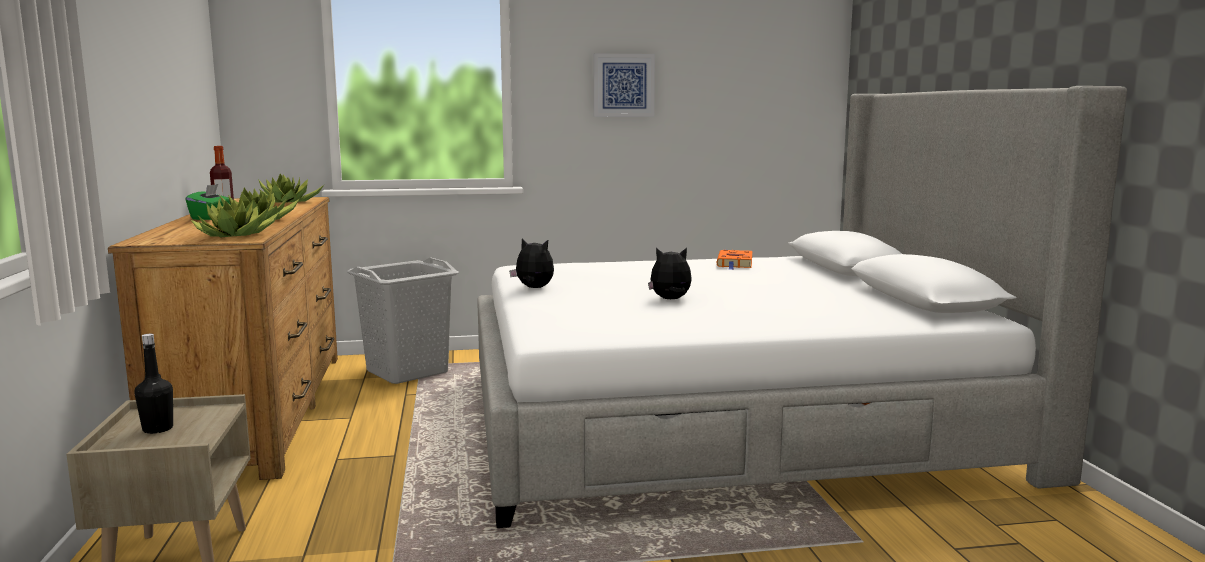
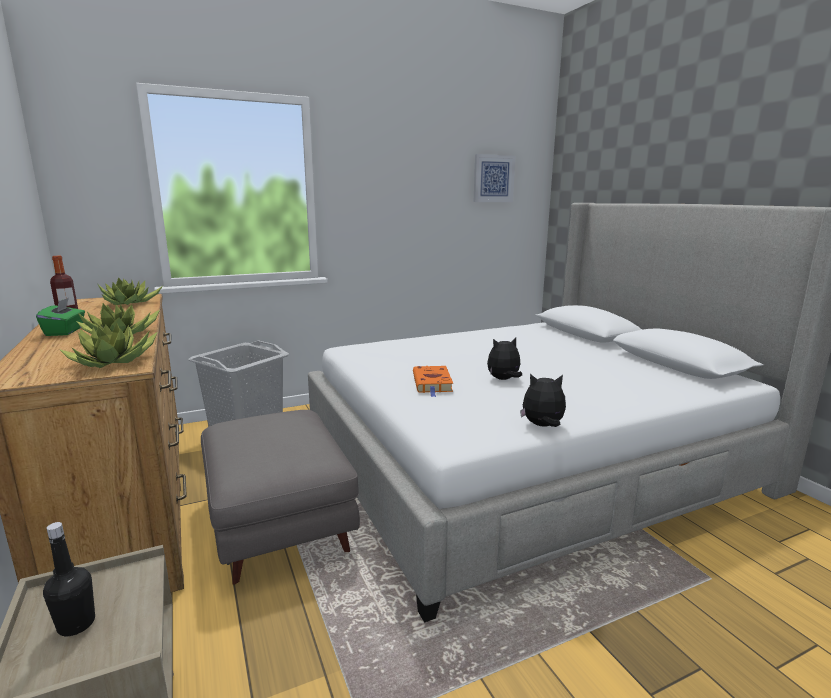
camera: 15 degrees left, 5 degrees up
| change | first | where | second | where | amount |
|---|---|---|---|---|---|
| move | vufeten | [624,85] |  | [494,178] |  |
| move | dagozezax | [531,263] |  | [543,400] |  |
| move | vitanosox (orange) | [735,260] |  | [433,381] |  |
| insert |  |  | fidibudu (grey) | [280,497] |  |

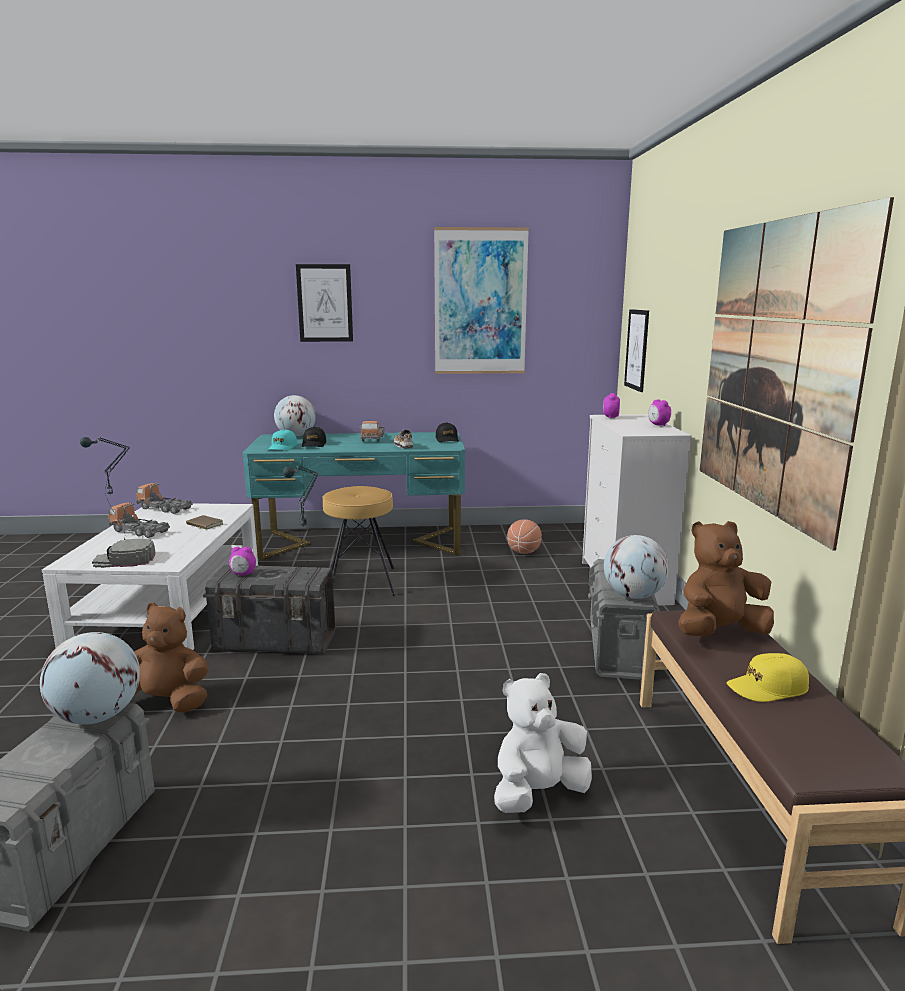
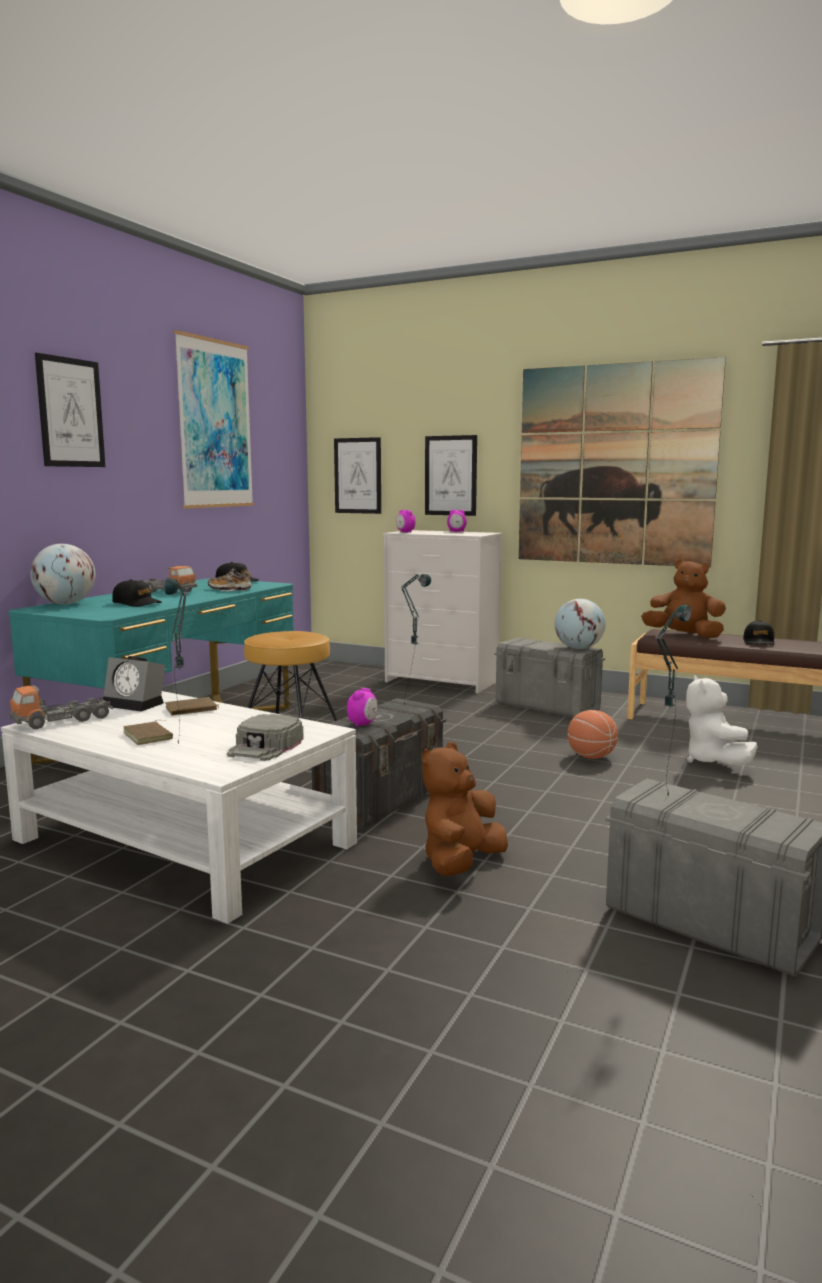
camera: 60 degrees left, 5 degrees down
| change | first | where | second | where | amount |
|---|---|---|---|---|---|
| delete | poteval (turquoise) | [282,440] |  |  |  |
| replace | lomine | [139,520] | vitanosox (brown) | [148,732] |  |
| move | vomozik | [524,536] |  | [593,734] |  |
| rotate | dagozezax (brown) | [726,579] |  | [683,598] | 105 degrees clockwise |
| replace | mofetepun | [90,678] | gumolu | [673,701] |  |
| recolor | poteval (yellow) | [768,677] | poteval (black) | [759,633] |  |
| insert |  |  | vufeten | [451,475] |  |
| insert |  |  | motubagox | [134,684] |  |

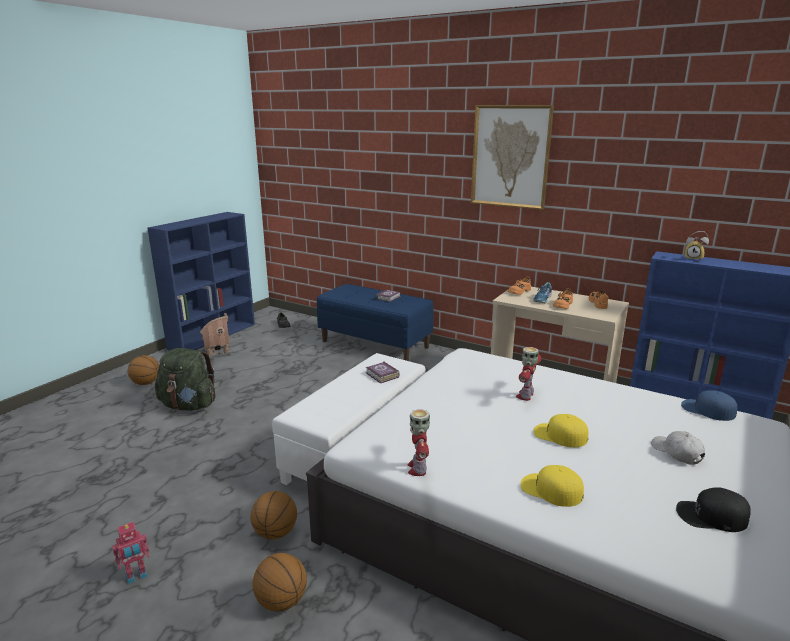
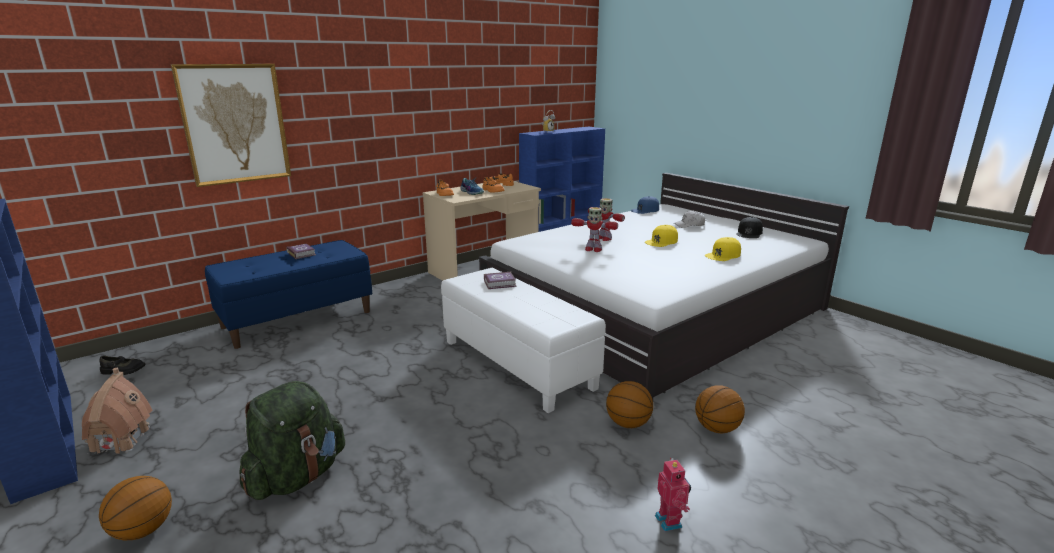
camera: 70 degrees left, 0 degrees up
| change | first | where | second | where | amount |
|---|---|---|---|---|---|
| move | vufeten | [512,157] |  | [231,125] |  |
| move | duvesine | [419,442] |  | [594,229] |  |

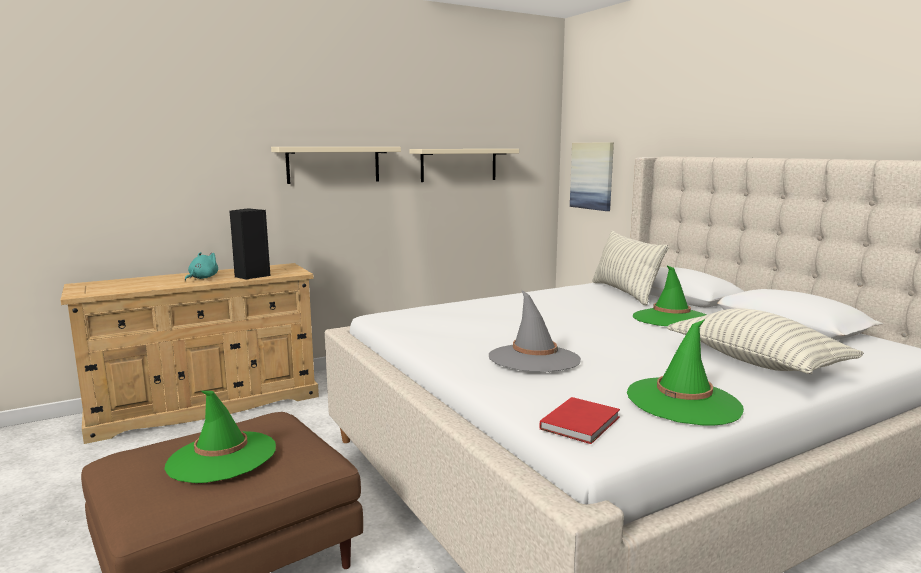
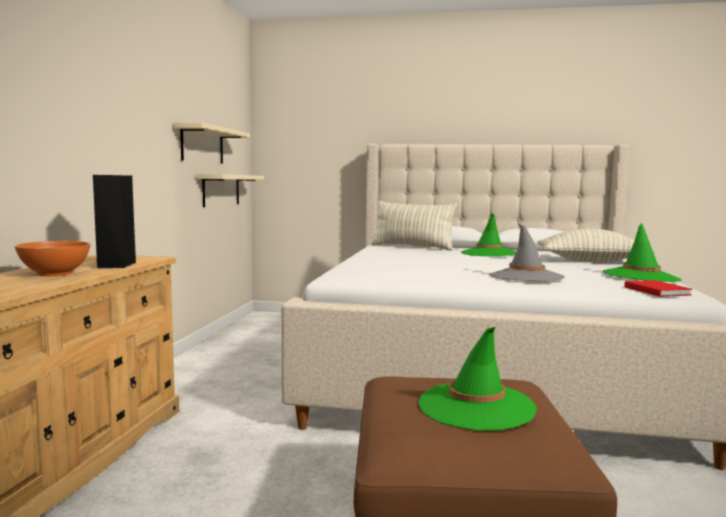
camera: 50 degrees left, 5 degrees down
| change | first | where | second | where | amount |
|---|---|---|---|---|---|
| delete | vufeten | [592,176] |  |  |  |
| move | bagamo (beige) | [336,165] |  | [230,190] |  |
| replace | dagozezax (turquoise) | [201,266] | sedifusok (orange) | [53,258] |  |

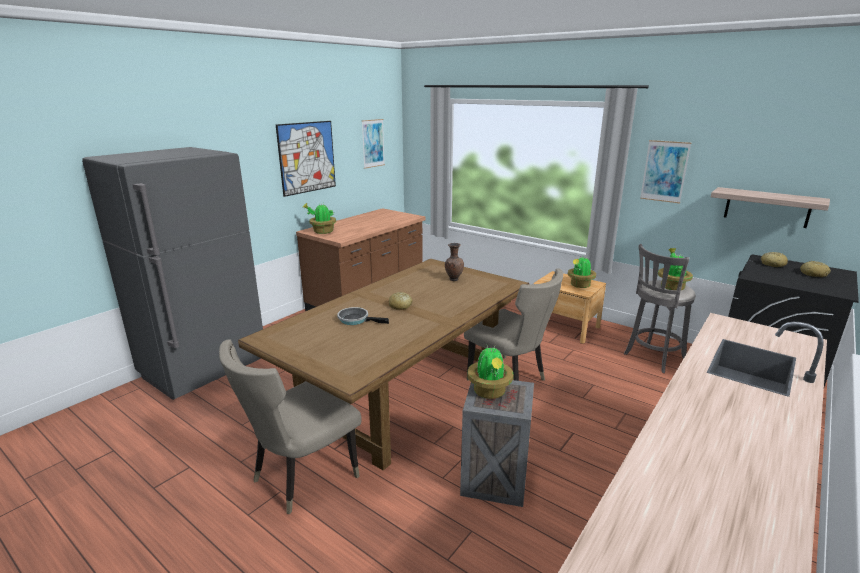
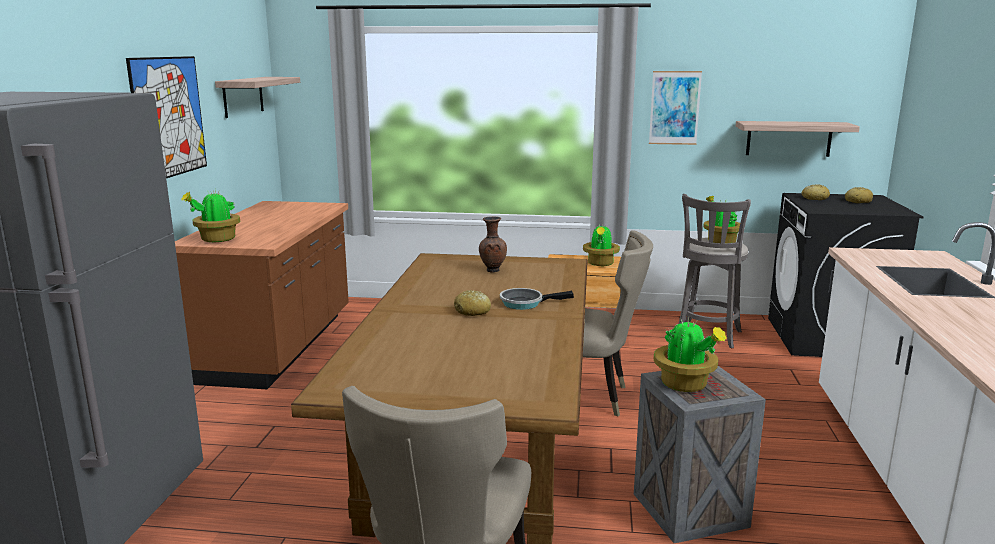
camera: 30 degrees left, 5 degrees down
| change | first | where | second | where | amount |
|---|---|---|---|---|---|
| replace | vufeten | [373,144] | bagamo | [257,97] |  |
| move | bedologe | [363,316] |  | [537,299] |  |

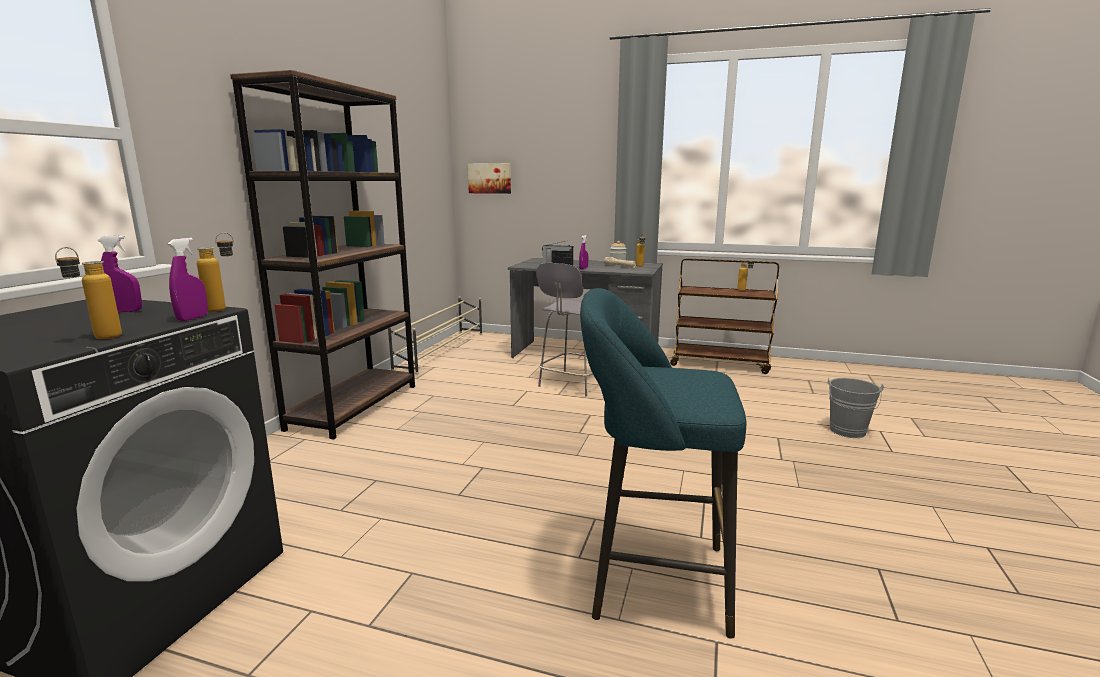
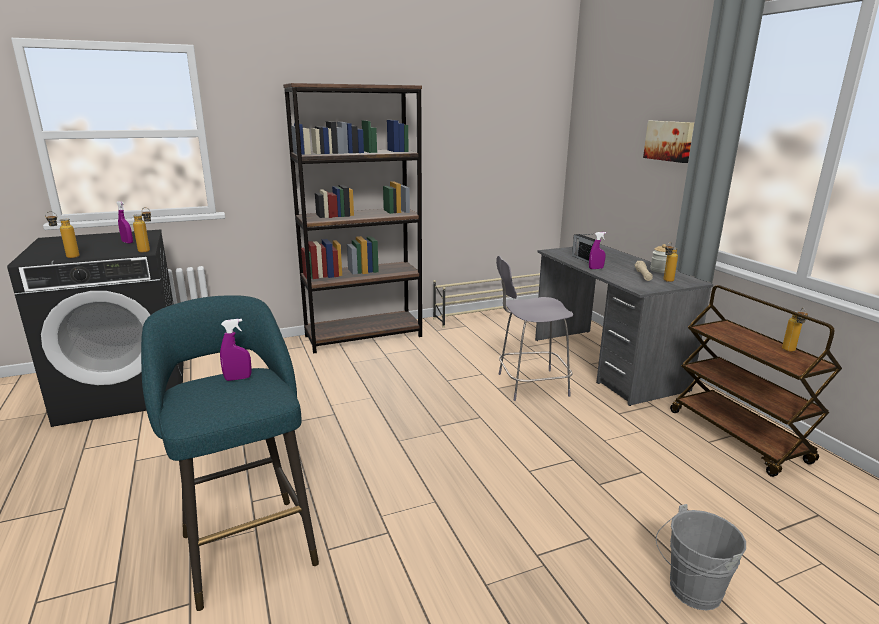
camera: 50 degrees right, 5 degrees up
| change | first | where | second | where | amount |
|---|---|---|---|---|---|
| move | vufeten | [489,178] |  | [668,142] |  |
| move | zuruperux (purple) | [188,279] |  | [235,350] |  |

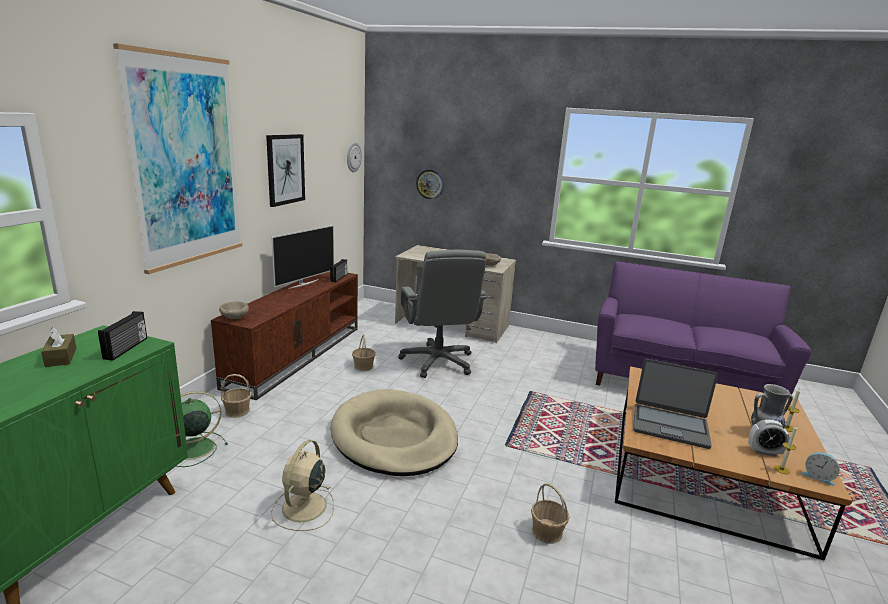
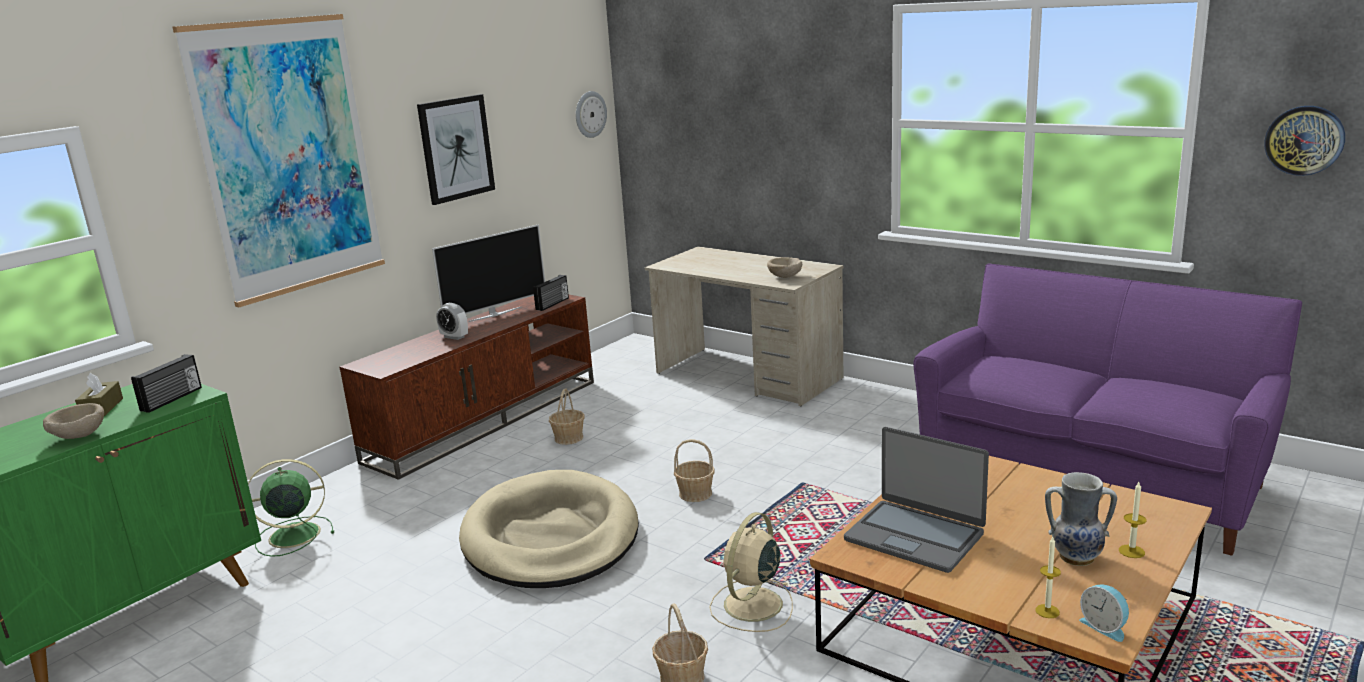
camera: 20 degrees right, 0 degrees up
| change | first | where | second | where | amount |
|---|---|---|---|---|---|
| move | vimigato | [430,184] |  | [1305,141] |  |
| delete | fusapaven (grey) | [442,314] |  |  |  |
| move | sedifusok (beige) | [234,310] |  | [73,421] |  |
| move | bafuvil | [236,396] |  | [694,470] |  |
| move | motubagox | [769,438] |  | [452,321] |  |
| move | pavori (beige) | [302,485] |  | [751,572] |  |

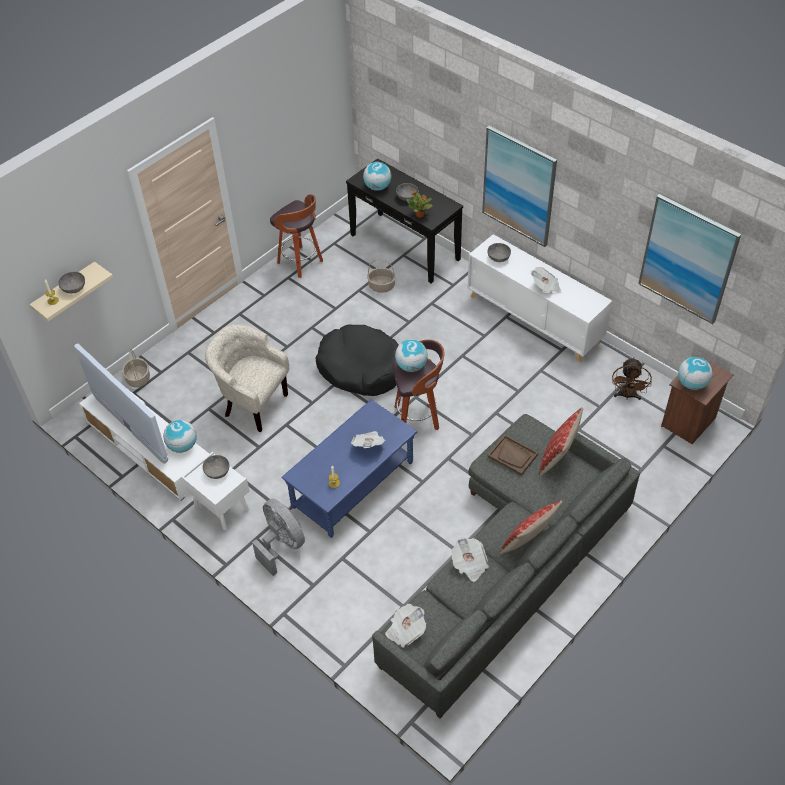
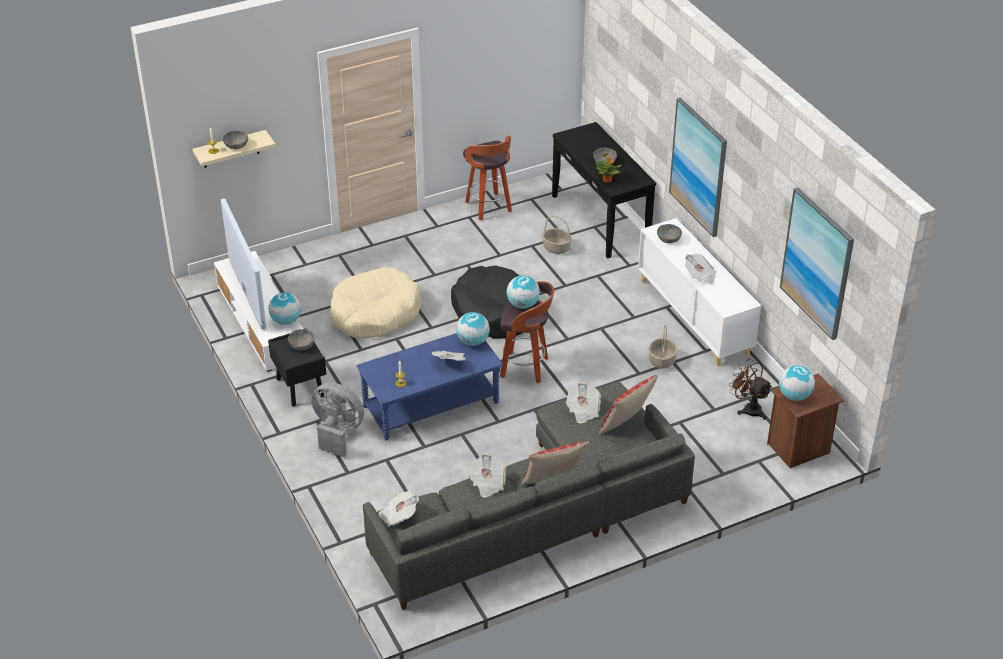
camera: 20 degrees right, 10 degrees down
| change | first | where | second | where | amount |
|---|---|---|---|---|---|
| move | mofetepun | [377,176] |  | [473,329] |  |
| replace | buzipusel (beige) | [247,378] | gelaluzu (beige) | [376,302] |  |
| move | bafuvil | [136,368] |  | [663,347] |  |
| rotate | pavori (brown) | [632,378] |  | [750,389] | 105 degrees clockwise |
| replace | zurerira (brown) | [512,455] | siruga | [583,403] |  |
| recolor | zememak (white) | [216,490] | zememak (black) | [297,367] |  |
| rotate | pavori (grey) | [278,537] |  | [338,419] | 45 degrees counterclockwise |

